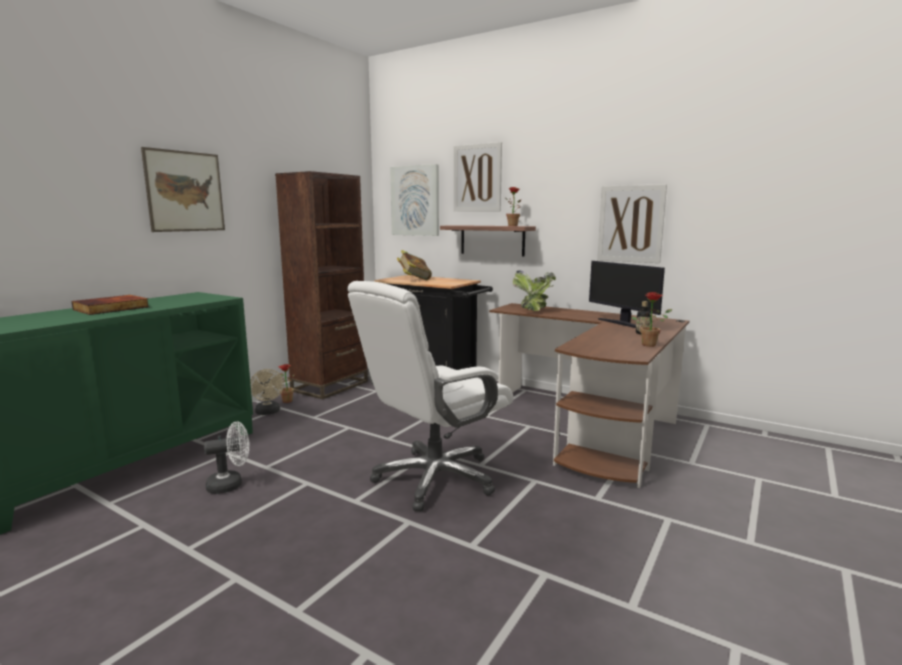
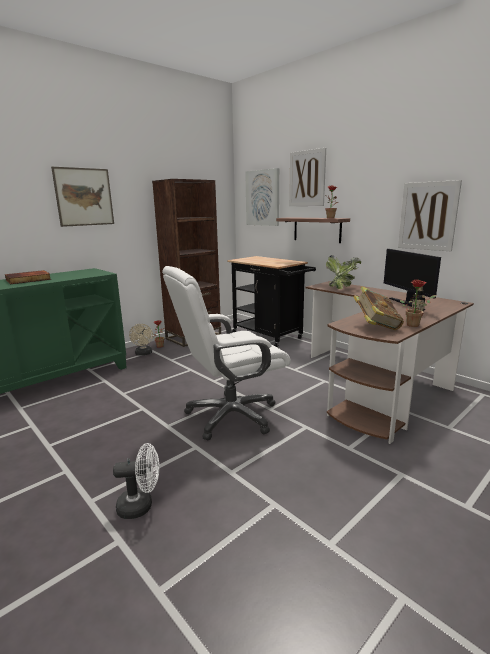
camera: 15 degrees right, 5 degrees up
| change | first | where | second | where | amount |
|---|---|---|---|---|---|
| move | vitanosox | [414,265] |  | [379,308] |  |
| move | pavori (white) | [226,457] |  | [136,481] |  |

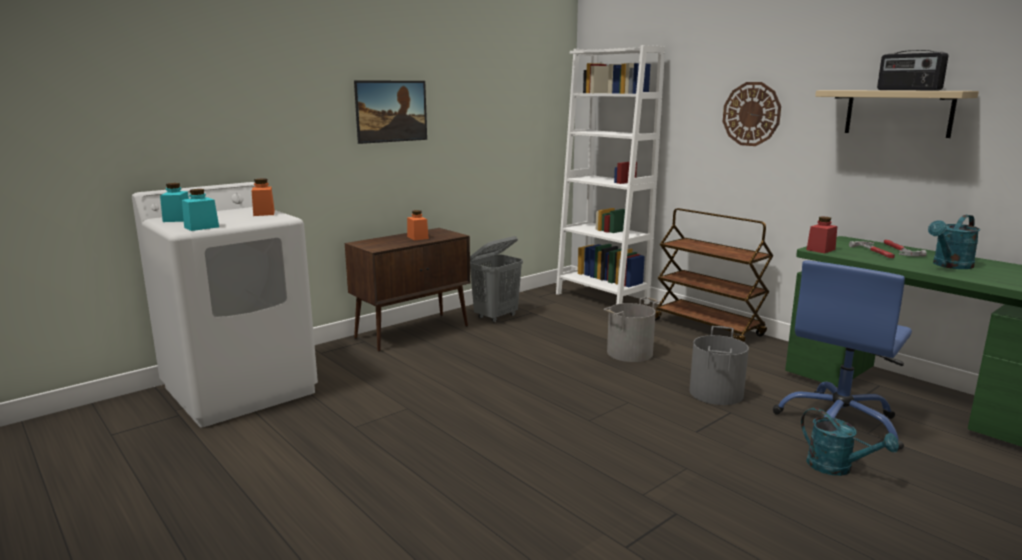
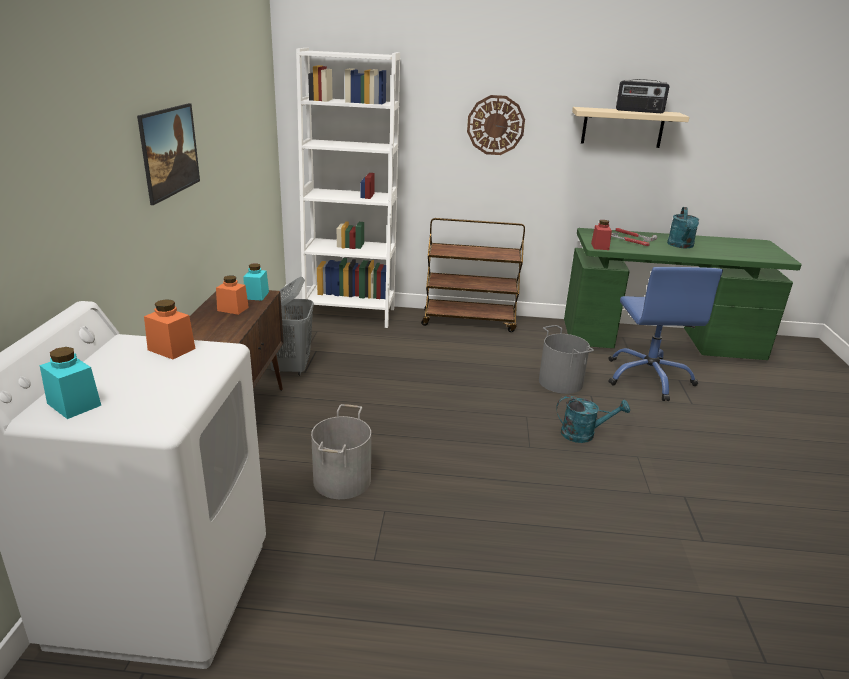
camera: 45 degrees left, 10 degrees up
| change | first | where | second | where | amount |
|---|---|---|---|---|---|
| move | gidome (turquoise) | [200,210] |  | [256,282] |  |
| move | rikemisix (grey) | [632,329] |  | [341,451] |  |
| move | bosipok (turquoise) | [850,442] |  | [593,419] |  |

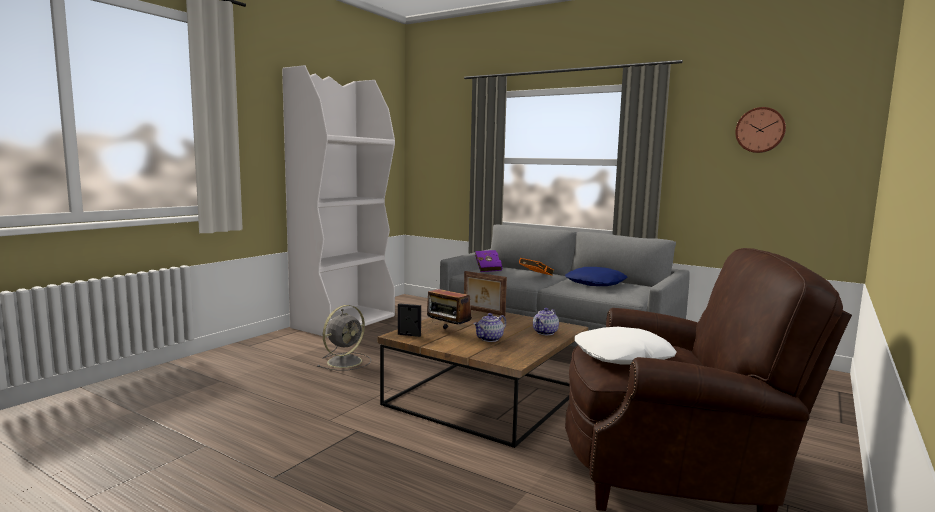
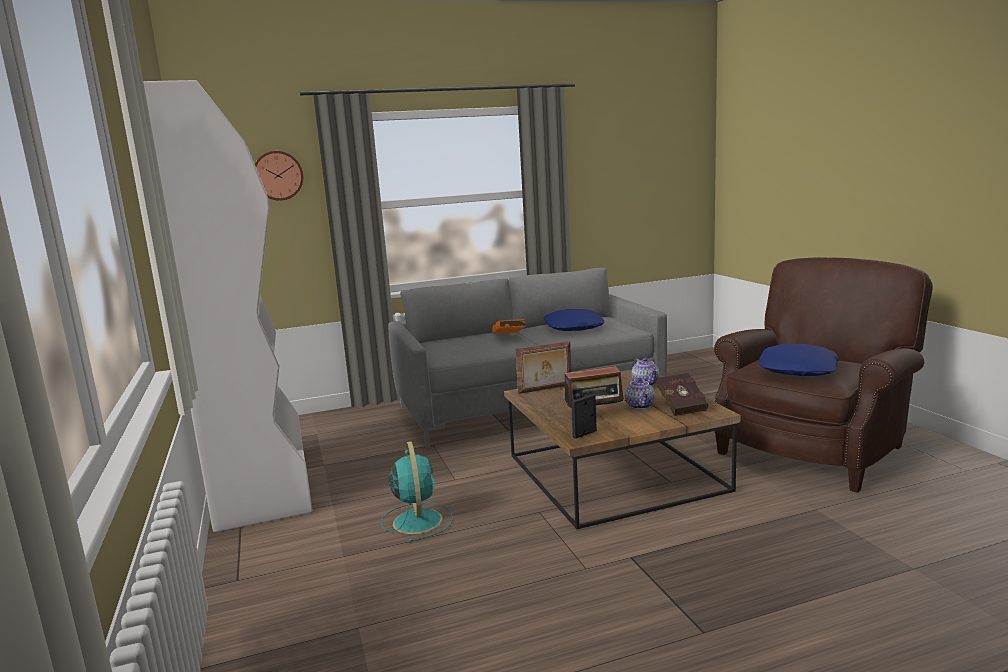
camera: 50 degrees left, 5 degrees up
| change | first | where | second | where | amount |
|---|---|---|---|---|---|
| move | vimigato | [760,130] |  | [279,176] |  |
| delete | vitanosox (purple) | [488,261] |  |  |  |
| recolor | pavori (grey) | [344,338] | pavori (turquoise) | [417,492] |  |
| recolor | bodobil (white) | [625,346] | bodobil (blue) | [798,360] |  |
| insert |  |  | vitanosox (red) | [682,394] |  |

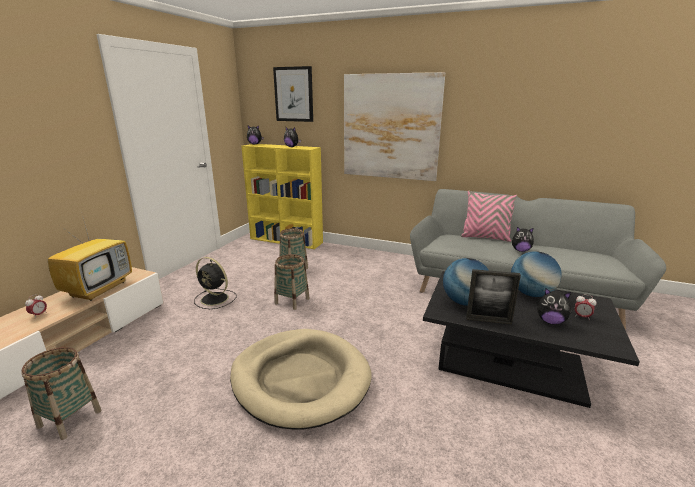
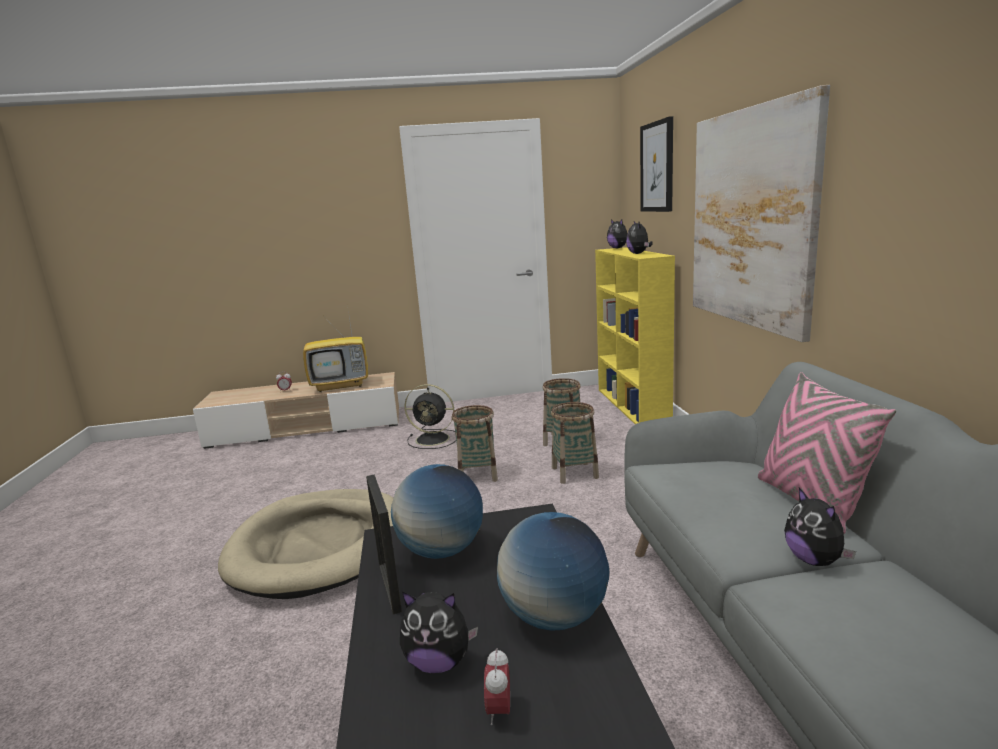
camera: 60 degrees right, 5 degrees down
| change | first | where | second | where | amount |
|---|---|---|---|---|---|
| rotate | pavori (black) | [215,283] |  | [430,416] | 75 degrees counterclockwise |
| rotate | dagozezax | [554,306] |  | [439,632] | 75 degrees counterclockwise |
| move | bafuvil | [61,393] |  | [575,443] |  |

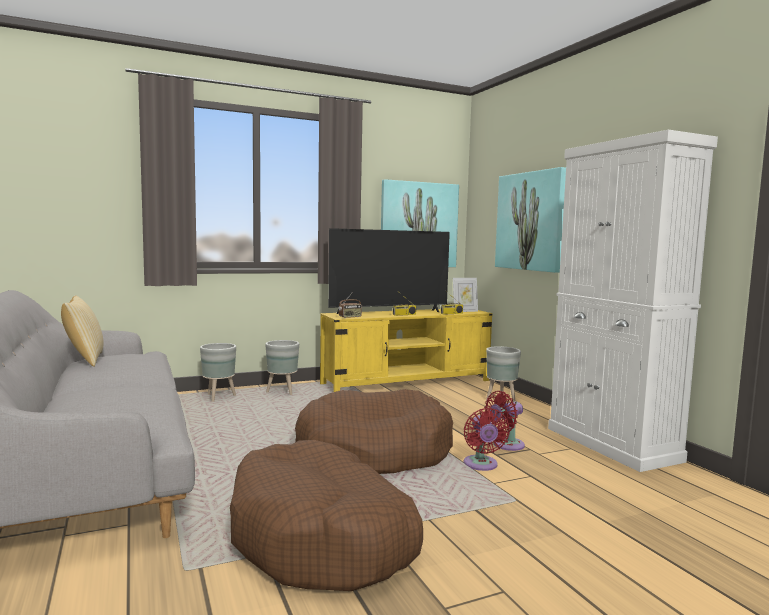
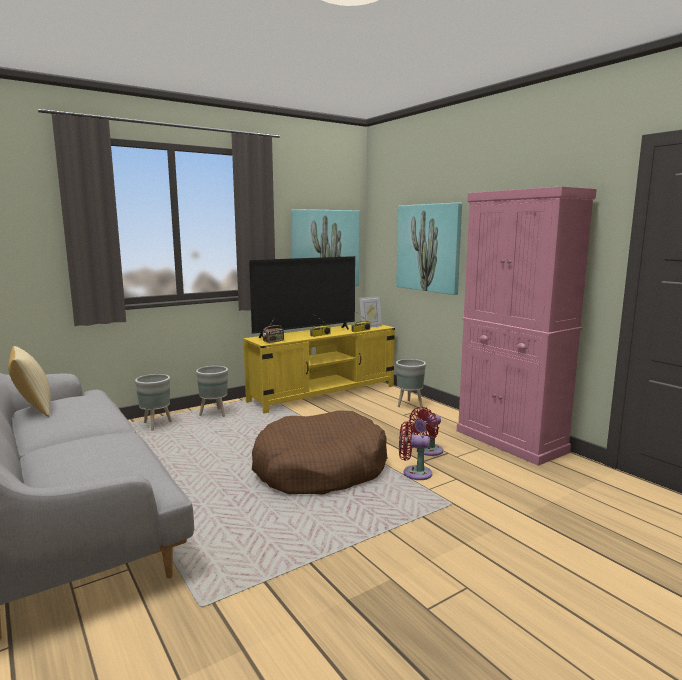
camera: 10 degrees left, 5 degrees up
| change | first | where | second | where | amount |
|---|---|---|---|---|---|
| recolor | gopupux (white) | [633,301] | gopupux (pink) | [527,326] |  |
| rotate | pavori (red) | [487,439] |  | [415,450] | 120 degrees clockwise |
| delete | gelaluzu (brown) | [326,515] |  |  |  |

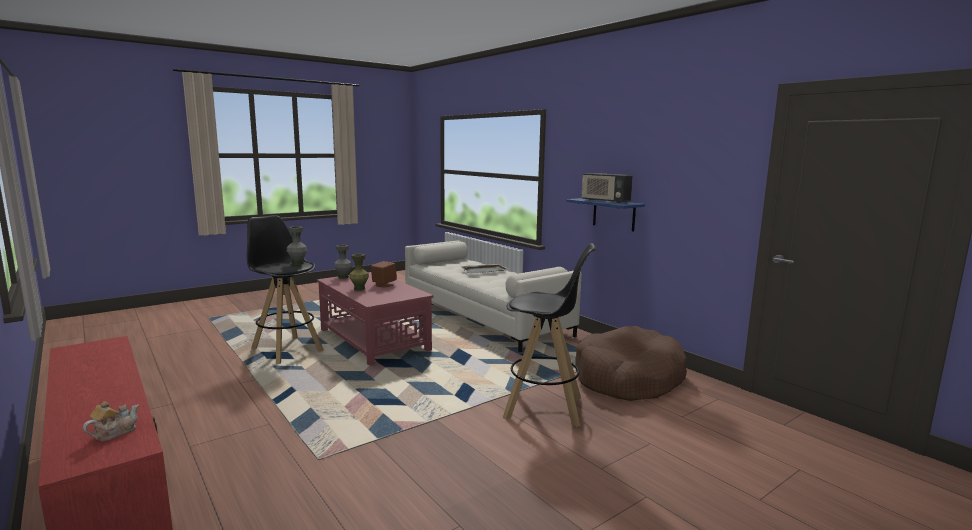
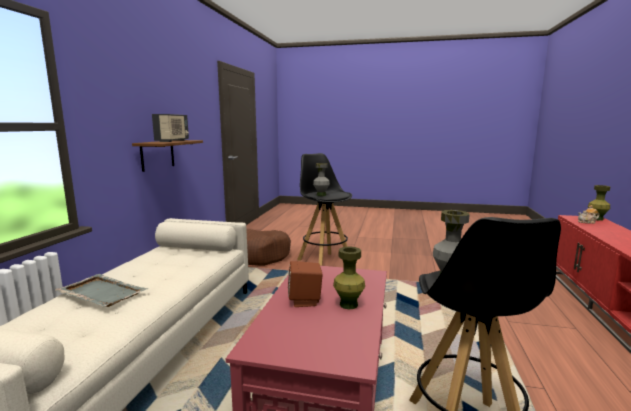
camera: 130 degrees left, 0 degrees up
| change | first | where | second | where | amount |
|---|---|---|---|---|---|
| recolor | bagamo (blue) | [605,215] | bagamo (brown) | [167,156] |  |
| move | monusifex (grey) | [343,262] |  | [321,179] |  |
| insert |  |  | monusifex (green) | [599,203] |  |

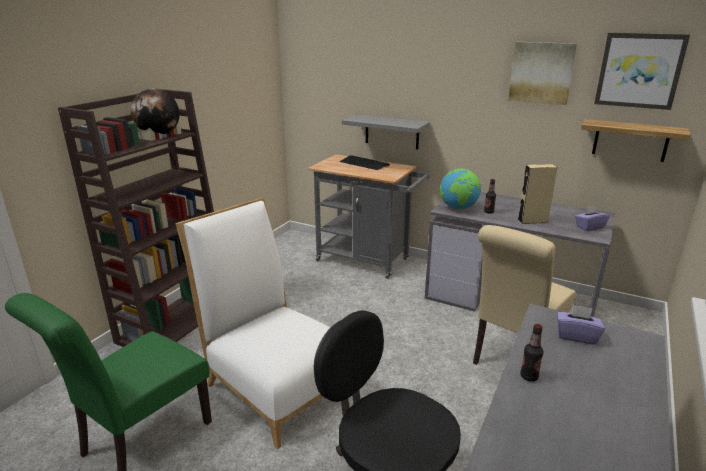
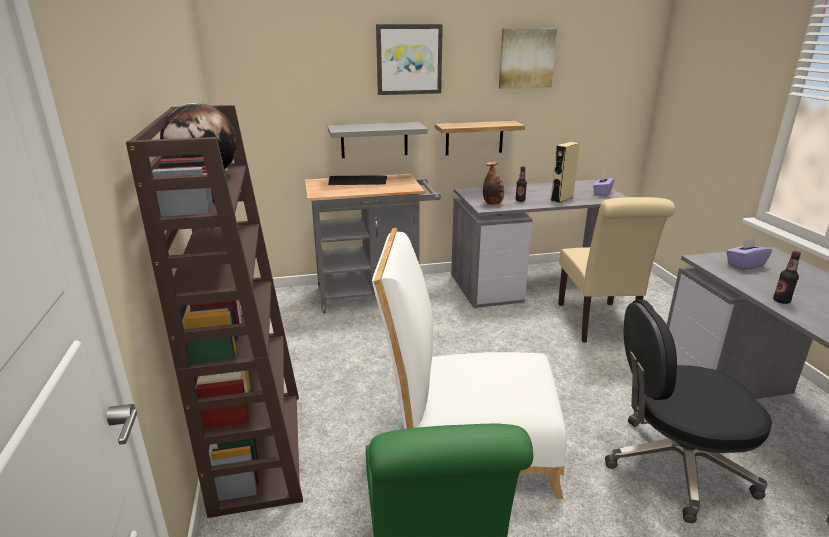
camera: 40 degrees left, 0 degrees up
| change | first | where | second | where | amount |
|---|---|---|---|---|---|
| move | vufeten | [642,71] |  | [409,59] |  |
| move | bagamo | [636,140] |  | [480,138] |  |
| replace | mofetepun | [460,189] | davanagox | [493,183] |  |

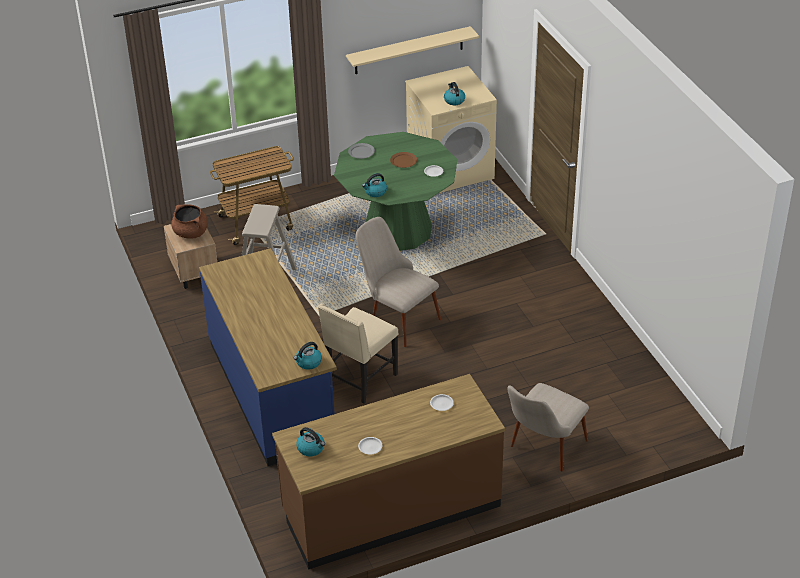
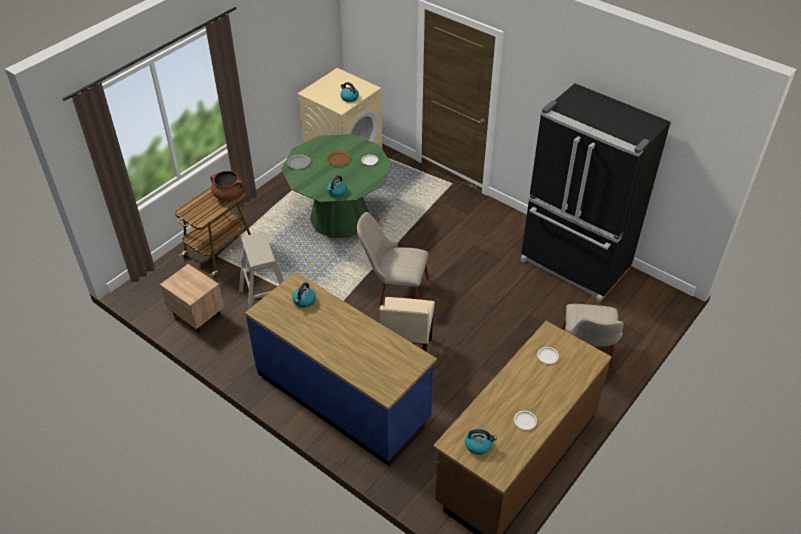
camera: 30 degrees left, 5 degrees up
| change | first | where | second | where | amount |
|---|---|---|---|---|---|
| delete | bagamo (beige) | [412,50] |  |  |  |
| move | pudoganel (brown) | [189,221] |  | [228,186] |  |
| move | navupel | [307,355] |  | [304,295] |  |
| insert |  |  | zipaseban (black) | [595,192] |  |

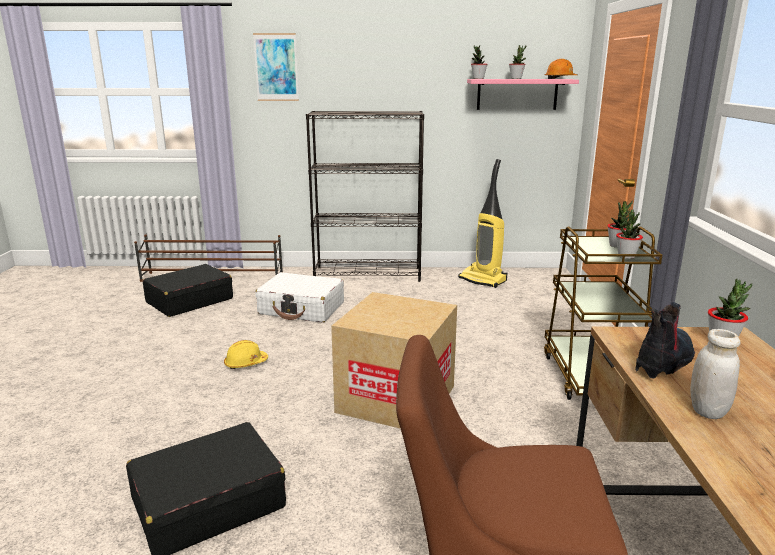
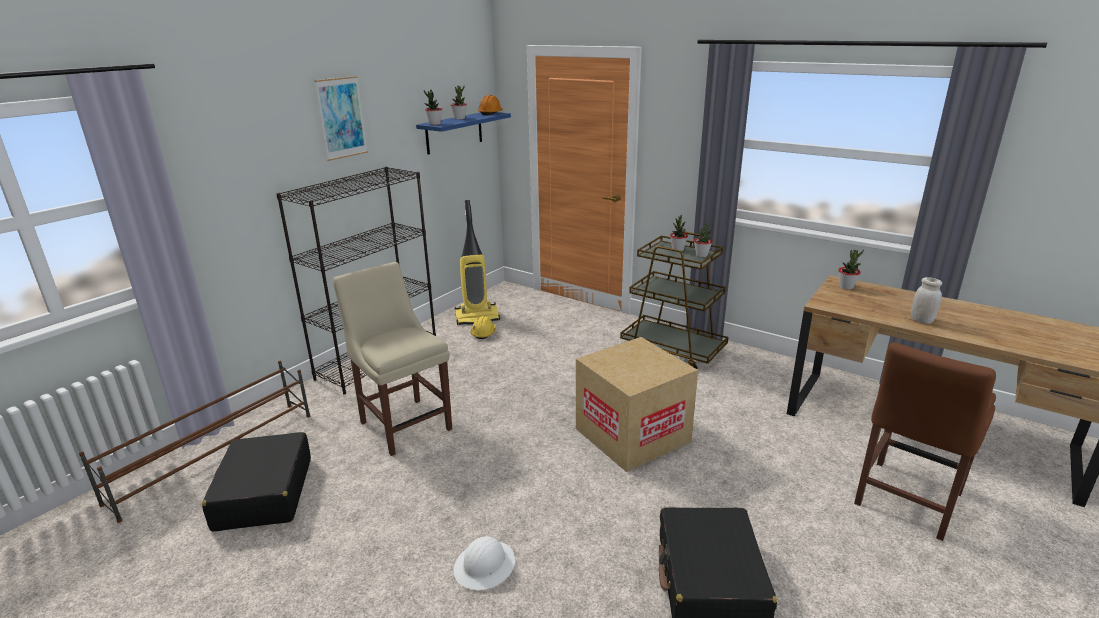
camera: 55 degrees left, 5 degrees up
| change | first | where | second | where | amount |
|---|---|---|---|---|---|
| move | vufeten | [276,67] |  | [341,118] |  |
| recolor | bagamo (pink) | [523,94] | bagamo (blue) | [463,133] |  |
| replace | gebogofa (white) | [299,297] | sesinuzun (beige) | [392,359] |  |
| delete | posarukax | [665,340] |  |  |  |
| move | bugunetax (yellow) | [246,354] |  | [482,327] |  |
| insert |  |  | bugunetax (white) | [484,563] |  |

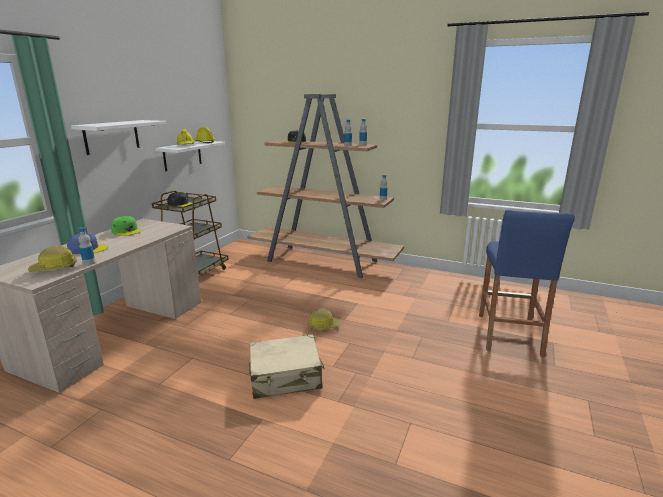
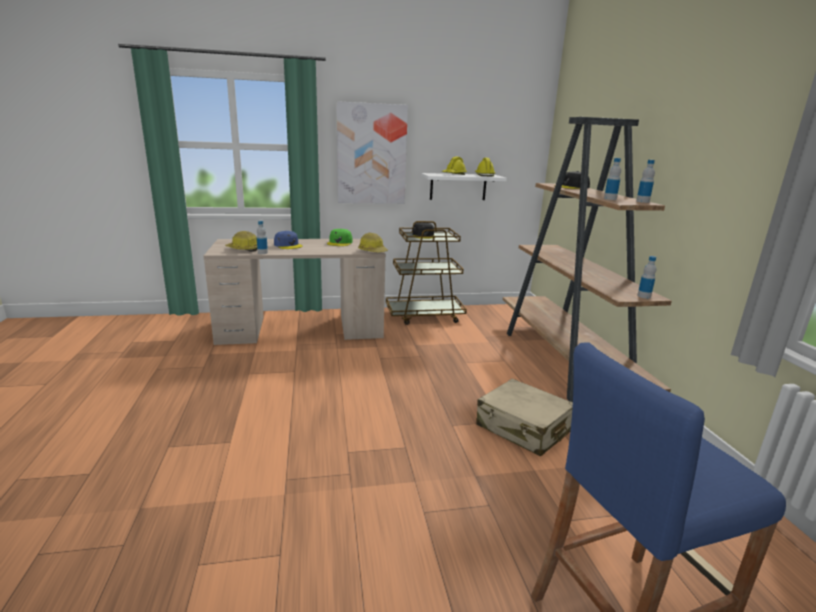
camera: 55 degrees right, 0 degrees up
| change | first | where | second | where | amount |
|---|---|---|---|---|---|
| replace | bagamo (white) | [118,137] | vufeten | [372,152] |  |
| move | bugunetax | [323,319] |  | [373,242] |  |
| move | gebogofa (beige) | [287,366] |  | [524,418] |  |

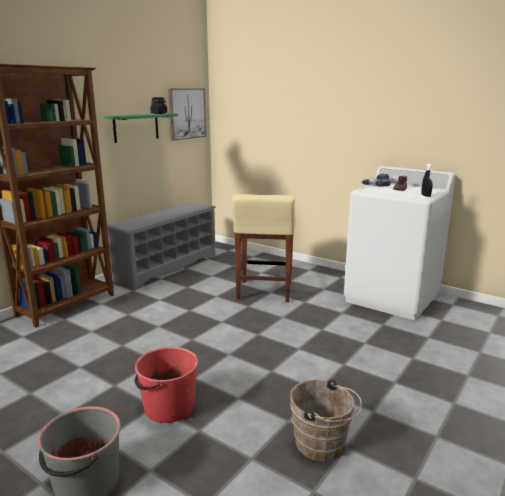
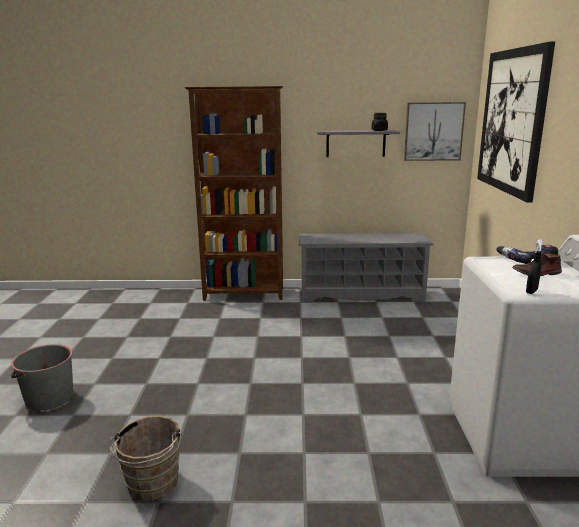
camera: 55 degrees right, 0 degrees up
| change | first | where | second | where | amount |
|---|---|---|---|---|---|
| recolor | bagamo (green) | [141,128] | bagamo (grey) | [358,143] |  |
| delete | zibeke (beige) | [264,248] |  |  |  |
| delete | rikemisix (red) | [166,385] |  |  |  |
| insert |  |  | vufeten | [516,122] |  |

